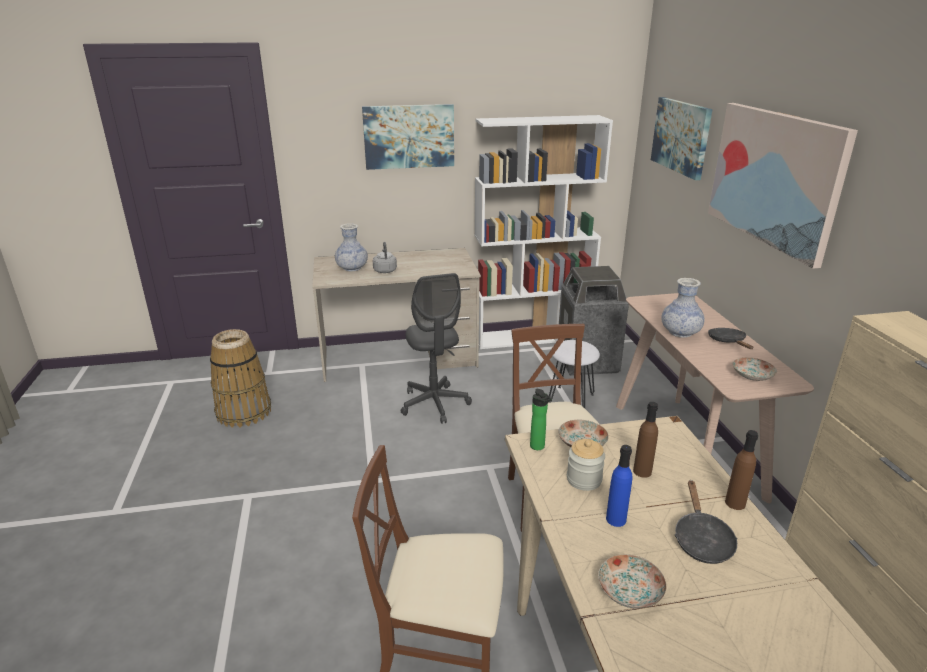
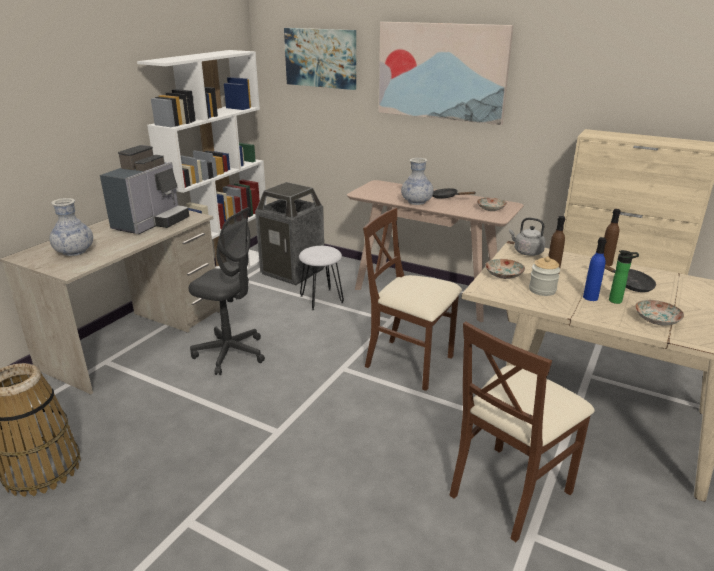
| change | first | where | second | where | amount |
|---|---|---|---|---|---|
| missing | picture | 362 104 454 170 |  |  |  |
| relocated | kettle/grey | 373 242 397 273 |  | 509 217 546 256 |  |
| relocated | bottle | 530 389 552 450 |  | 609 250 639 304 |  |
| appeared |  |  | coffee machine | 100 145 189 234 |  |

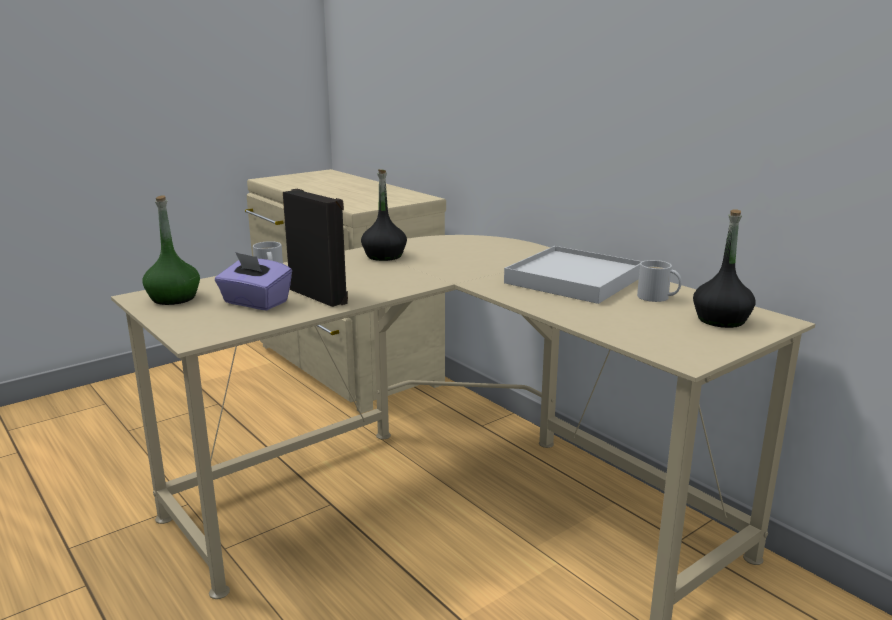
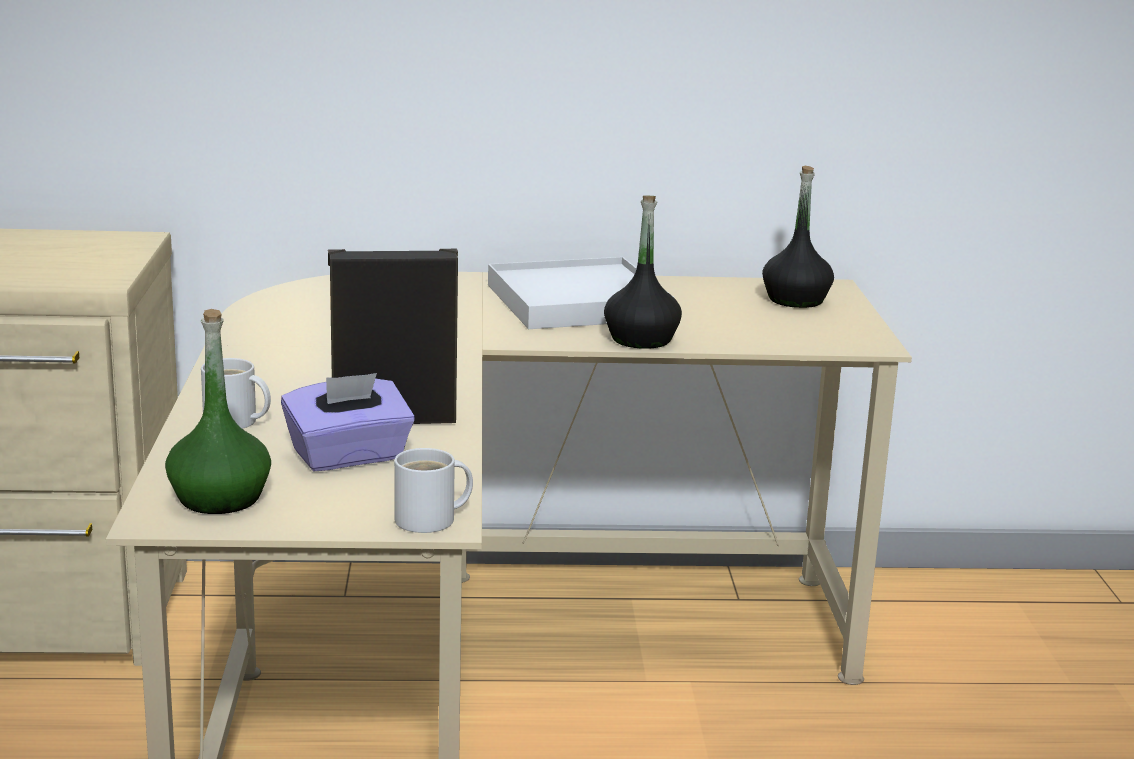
| change | first | where | second | where | amount |
|---|---|---|---|---|---|
| relocated | bottle/black | 361 169 407 261 |  | 604 196 682 349 |  |
| relocated | mug/white | 637 260 682 302 |  | 394 448 473 533 |  |

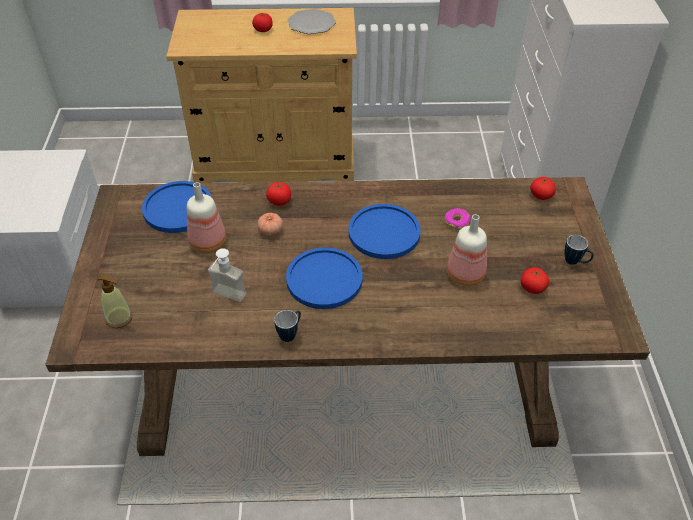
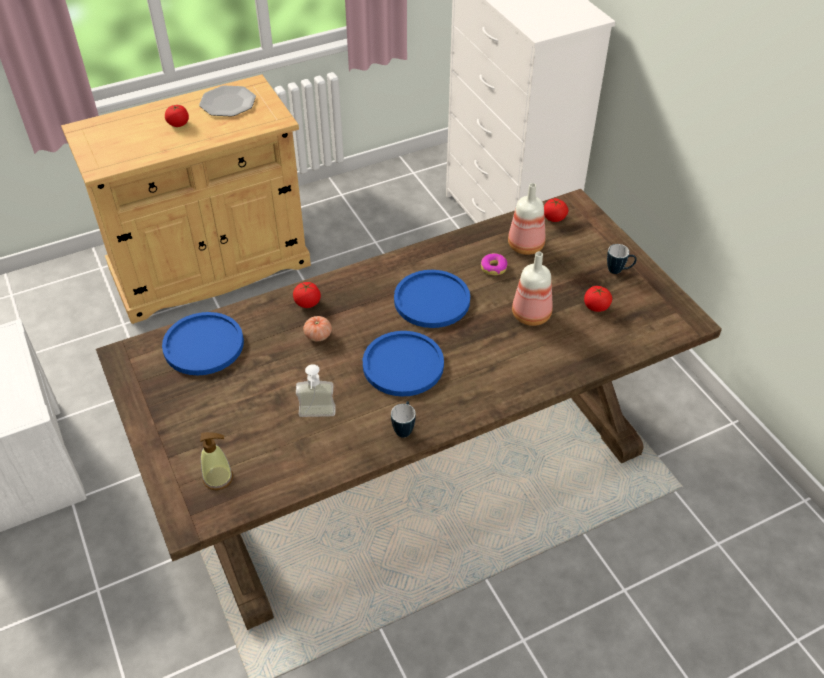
| change | first | where | second | where | amount |
|---|---|---|---|---|---|
| relocated | bottle | 187 182 226 253 |  | 508 183 546 255 |  |

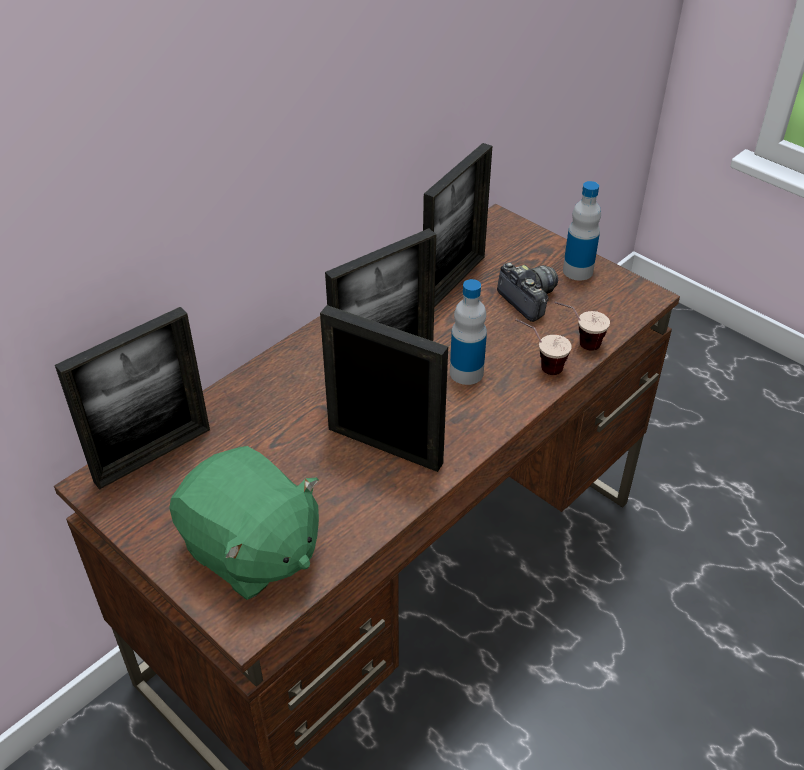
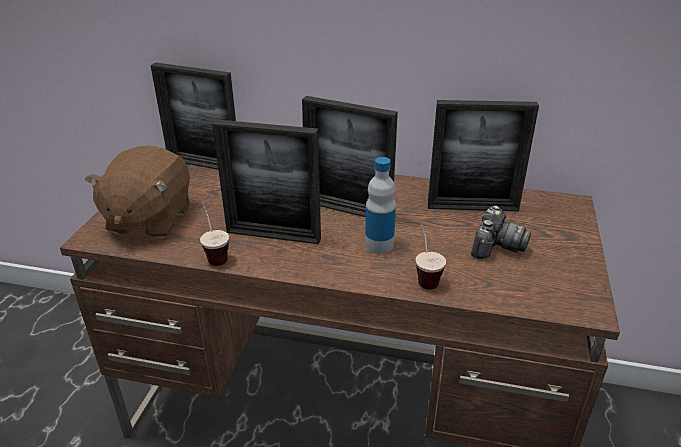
| change | first | where | second | where | amount |
|---|---|---|---|---|---|
| missing | bottle | 563 181 601 281 |  |  |  |
| relocated | cup | 554 301 610 351 |  | 200 203 229 266 |  |
| spun | picture frame | 320 305 448 472 |  | 212 119 321 244 | 105 degrees clockwise |
| colour | plush toy/green | 170 446 319 600 | plush toy/brown | 85 145 190 238 |  |

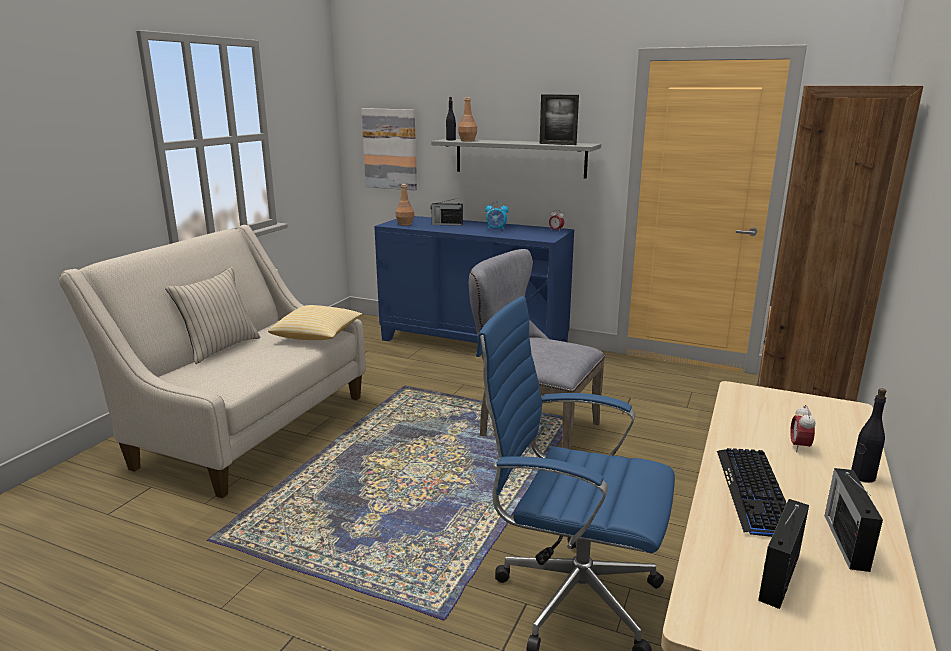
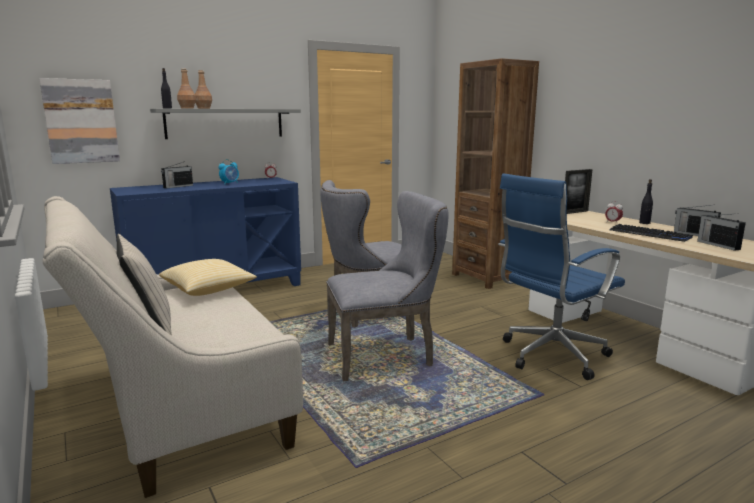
| change | first | where | second | where | amount |
|---|---|---|---|---|---|
| relocated | picture frame | 540 95 579 145 |  | 565 169 593 214 |  |
| relocated | bottle/brown | 396 184 414 226 |  | 195 70 212 109 |  |
| appeared |  |  | chair/grey | 326 191 448 382 |  |

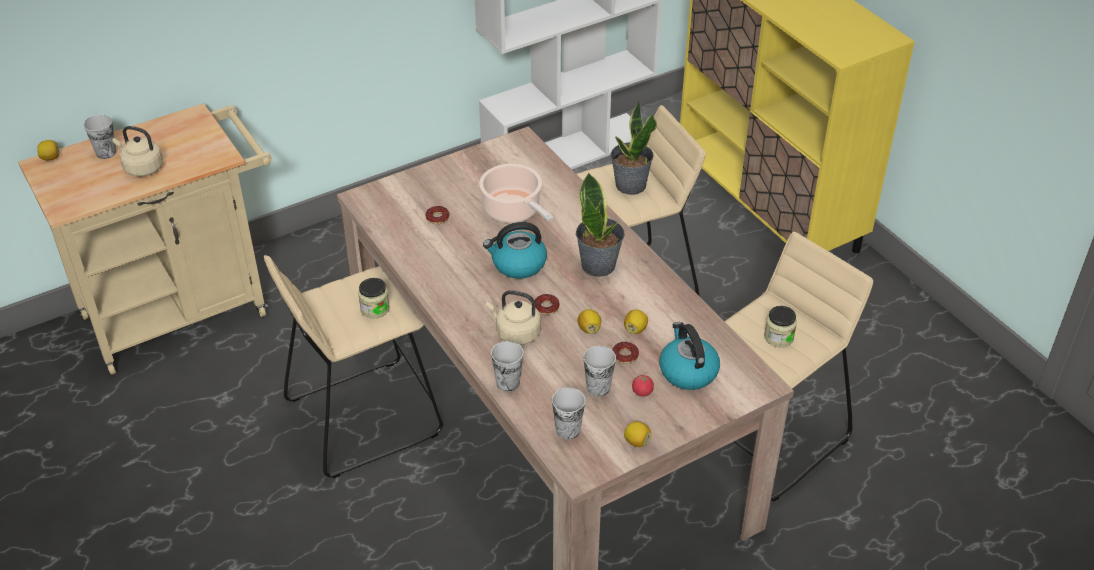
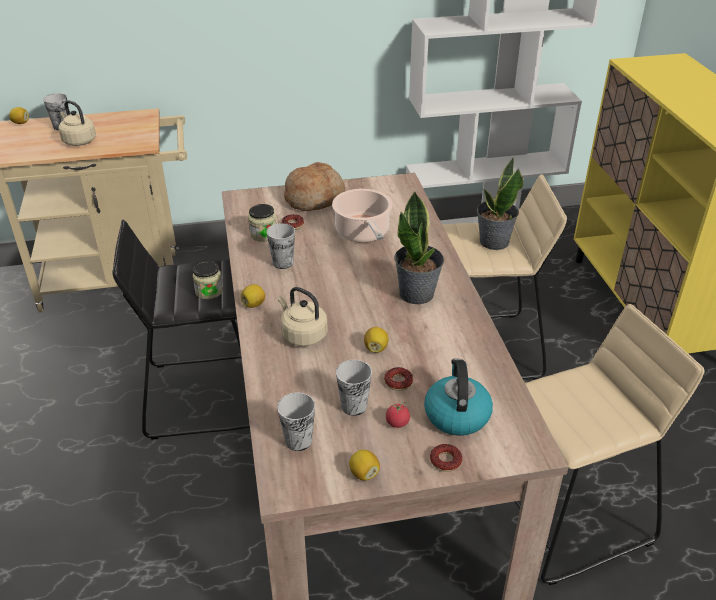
| change | first | where | second | where | amount |
|---|---|---|---|---|---|
| missing | kettle | 483 222 547 279 |  |  |  |
| colour | stool/beige | 264 255 443 478 | stool/black | 113 220 250 440 |  |
| relocated | donut | 535 294 560 315 |  | 430 444 462 472 |  |
| relocated | jar | 764 306 797 347 |  | 248 204 276 242 |  |
| relocated | lemon | 624 310 648 334 |  | 241 284 265 308 |  |
| relocated | cup | 491 341 524 391 |  | 266 223 295 269 |  |
| appeared |  |  | bread | 284 162 346 211 |  |

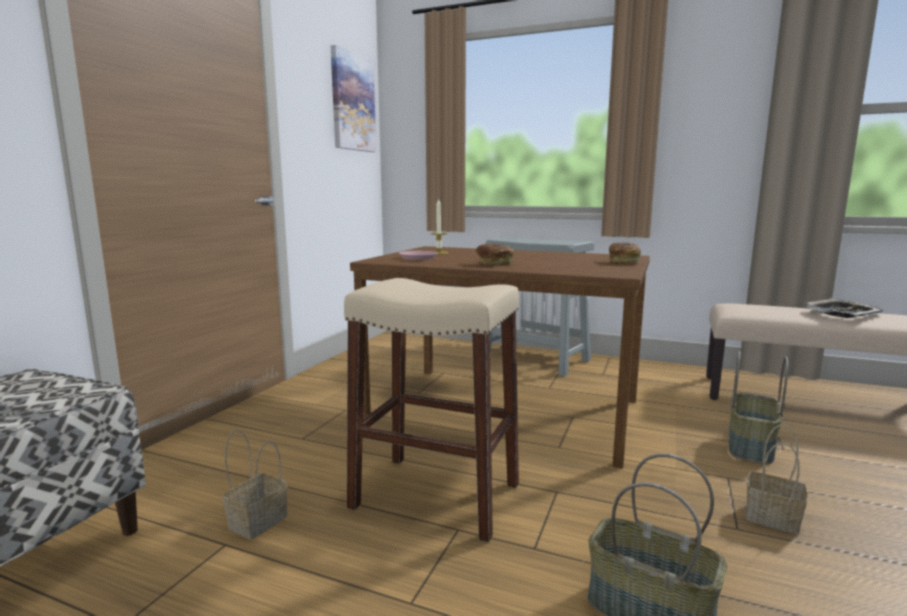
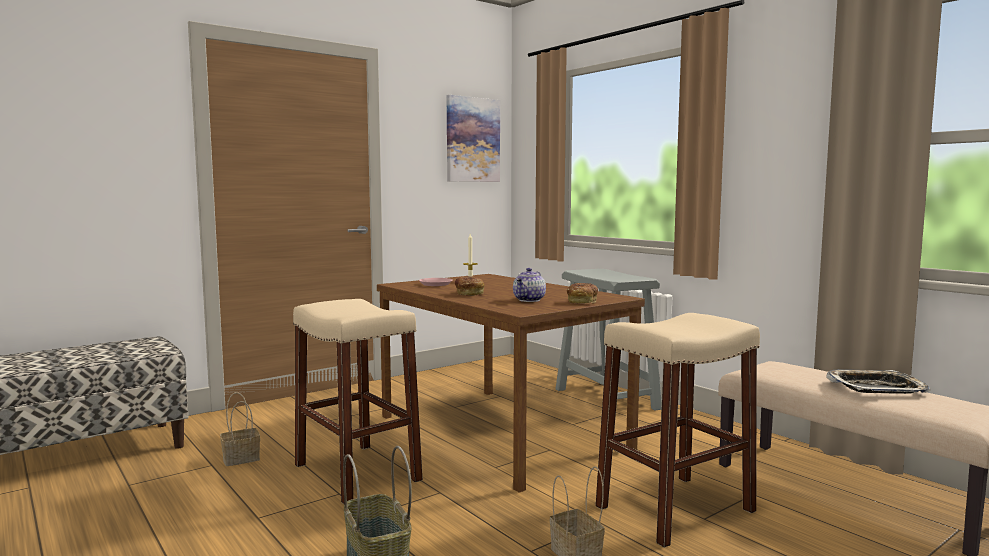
| change | first | where | second | where | amount |
|---|---|---|---|---|---|
| exchanged | basket | 729 351 788 464 | stool/beige | 595 313 760 548 |  |
| appeared |  |  | teapot | 513 268 546 302 |  |

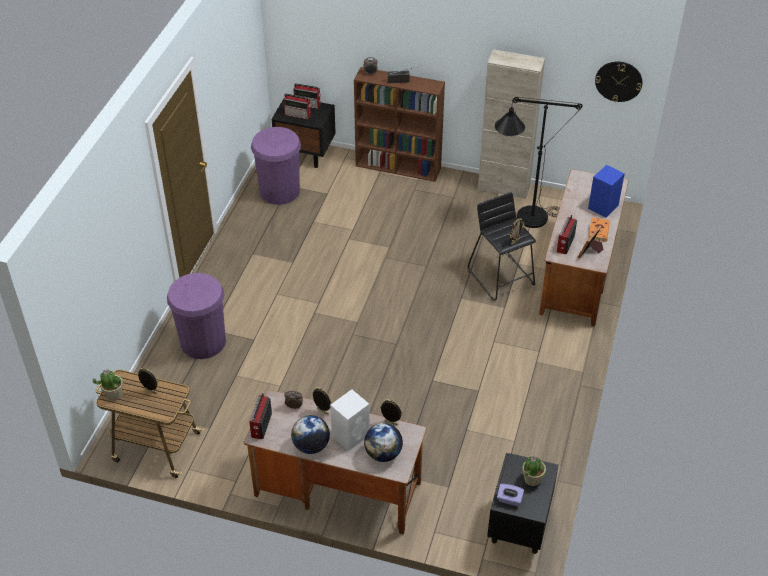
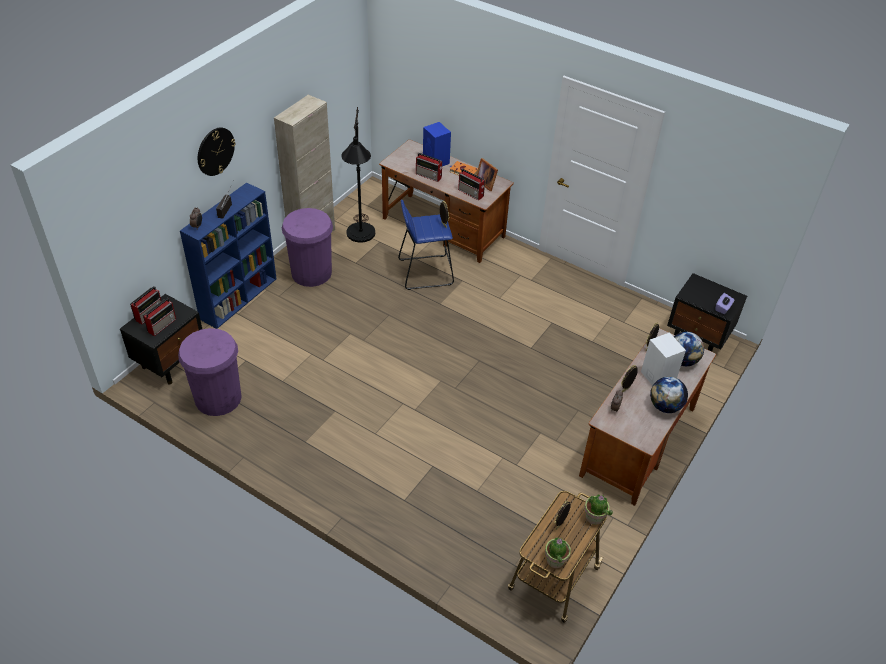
| change | first | where | second | where | amount |
|---|---|---|---|---|---|
| relocated | wall clock | 595 61 643 102 |  | 198 127 236 176 |  |
| colour | bookcase/brown | 354 67 445 182 | bookcase/blue | 180 183 277 329 |  |
| colour | stool/black | 468 192 536 300 | stool/blue | 398 199 454 290 |  |
| relocated | trash can/purple | 167 273 226 359 |  | 282 208 333 287 |  |
| relocated | radio | 249 393 272 439 |  | 416 153 442 182 |  |
| relocated | potted plant | 522 456 546 486 |  | 584 494 613 525 |  |

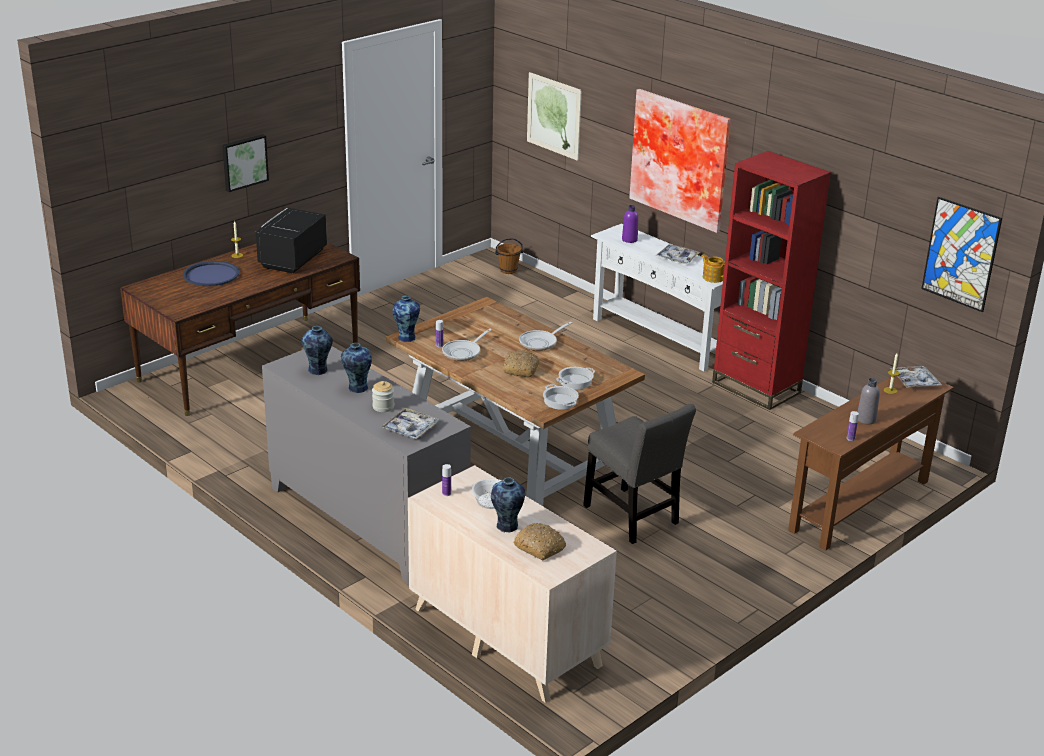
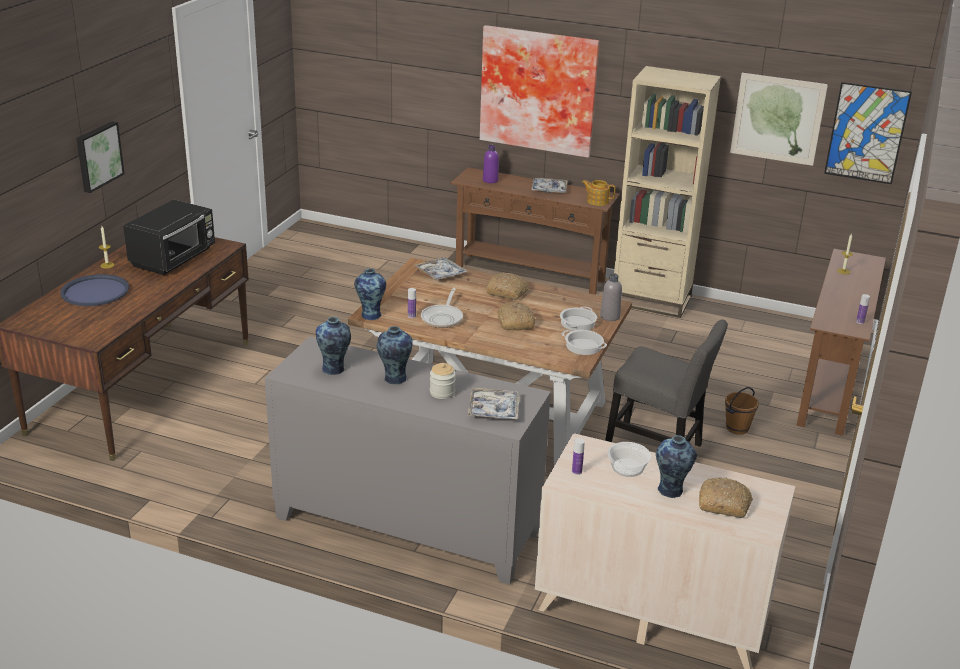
| change | first | where | second | where | amount |
|---|---|---|---|---|---|
| relocated | picture | 527 72 582 161 |  | 730 73 828 166 |  |
| colour | bookcase/red | 712 151 831 410 | bookcase/beige | 614 66 721 318 |  |
| spun | microwave/black | 256 208 327 274 |  | 123 199 215 275 | 150 degrees counterclockwise |
| colour | console table/white | 591 224 723 372 | console table/brown | 451 167 620 295 |  |
| relocated | bucket/brown | 495 238 523 274 |  | 725 387 759 434 |  |
| exchanged | frying pan | 519 322 572 351 | bread | 486 273 529 300 |  |
| relocated | tray | 890 366 942 388 |  | 414 257 468 281 |  |
| relocated | bottle/grey | 858 378 880 425 |  | 600 273 622 321 |  |

